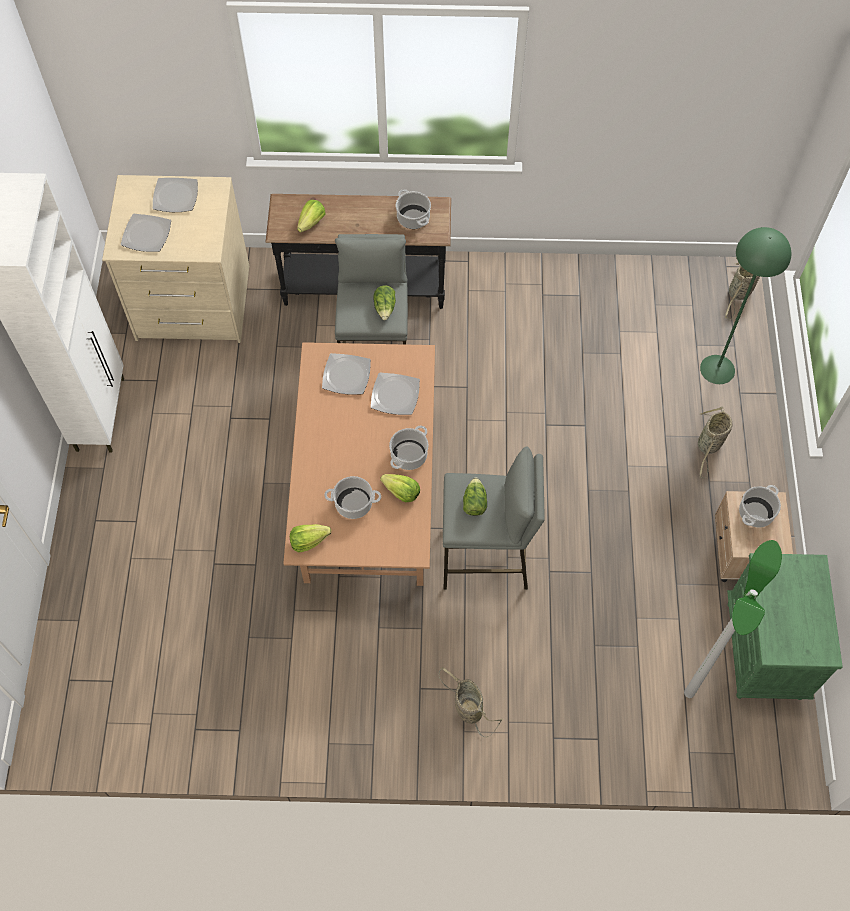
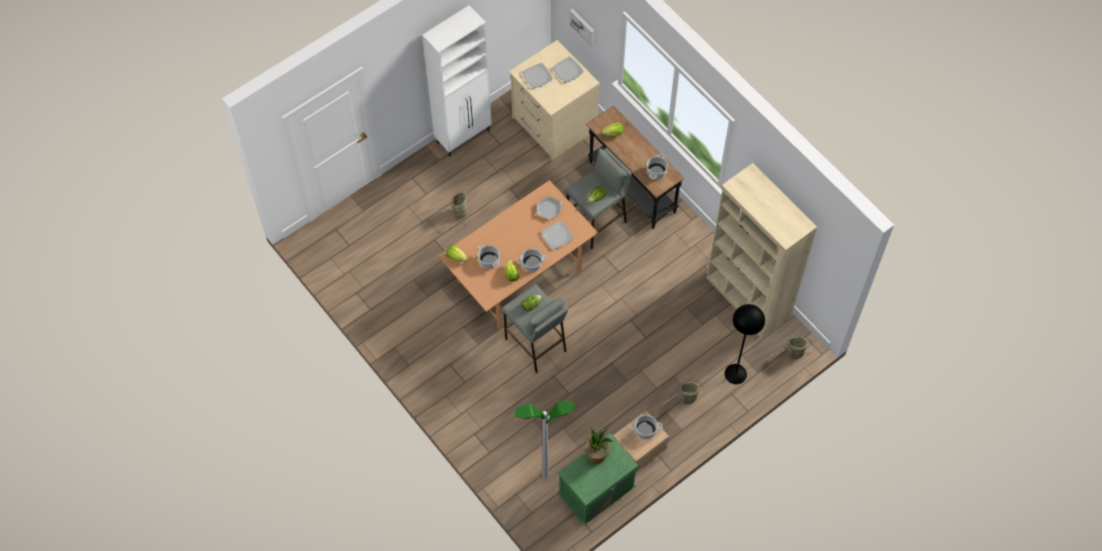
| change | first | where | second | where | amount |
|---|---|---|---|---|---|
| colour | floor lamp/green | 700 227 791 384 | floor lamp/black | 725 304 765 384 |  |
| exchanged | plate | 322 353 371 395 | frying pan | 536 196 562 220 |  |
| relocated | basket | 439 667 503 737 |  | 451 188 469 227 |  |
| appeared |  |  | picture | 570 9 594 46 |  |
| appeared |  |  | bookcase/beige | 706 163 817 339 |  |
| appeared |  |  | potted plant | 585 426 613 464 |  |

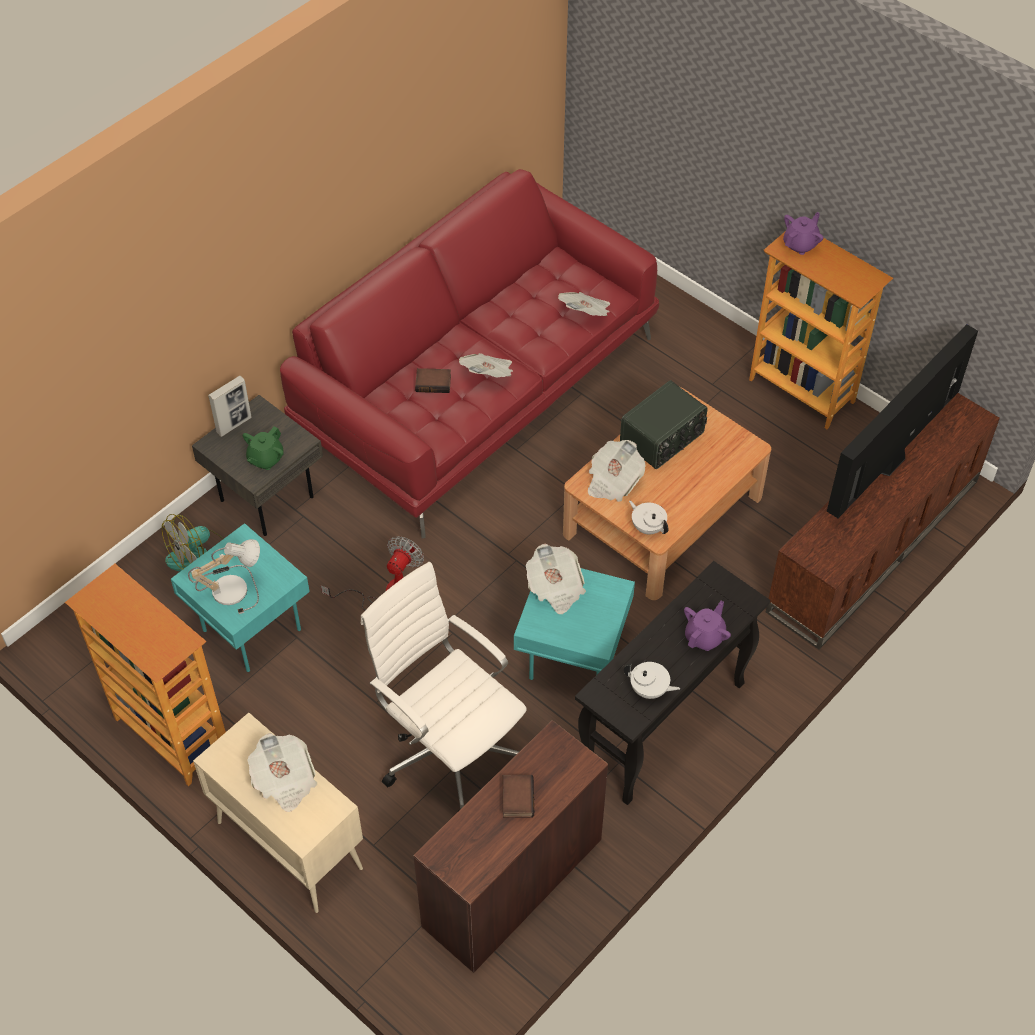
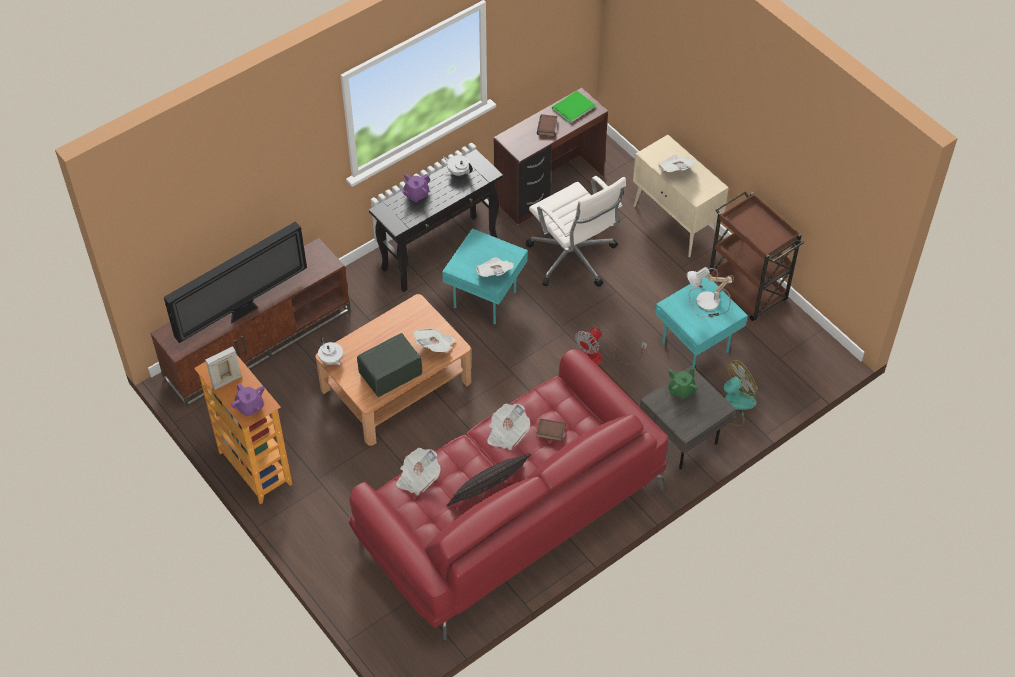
| change | first | where | second | where | amount |
|---|---|---|---|---|---|
| spun | teapot/purple | 783 212 823 255 |  | 231 383 265 416 | 90 degrees counterclockwise |
| relocated | picture frame | 208 376 252 437 |  | 205 346 241 390 |  |
| relocated | teapot/white | 629 501 669 534 |  | 318 338 343 365 |  |
| exchanged | bookcase | 65 564 226 786 | cart/brown | 709 191 804 321 |  |
| appeared |  |  | book/green | 552 91 595 124 |  |
| appeared |  |  | pillow | 446 453 531 507 |  |

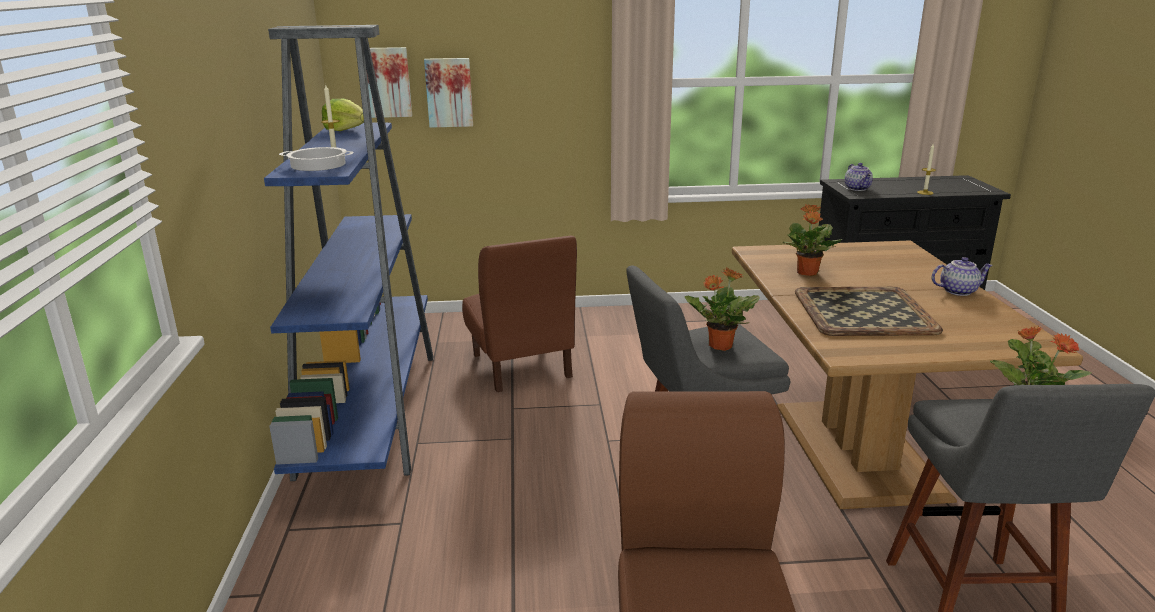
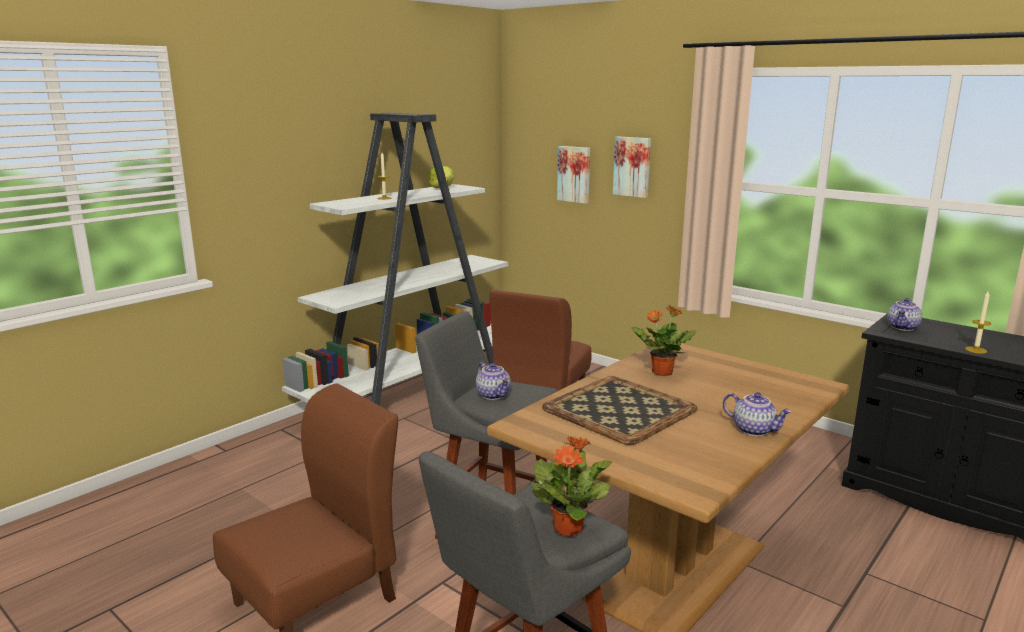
| change | first | where | second | where | amount |
|---|---|---|---|---|---|
| colour | bookcase/blue | 264 25 433 481 | bookcase/white | 282 113 508 406 |  |
| relocated | picture | 366 47 412 118 |  | 613 136 651 198 |  |
| missing | cooking pot | 279 147 354 171 |  |  |  |
| exchanged | potted plant | 685 268 760 351 | teapot | 476 362 511 400 |  |

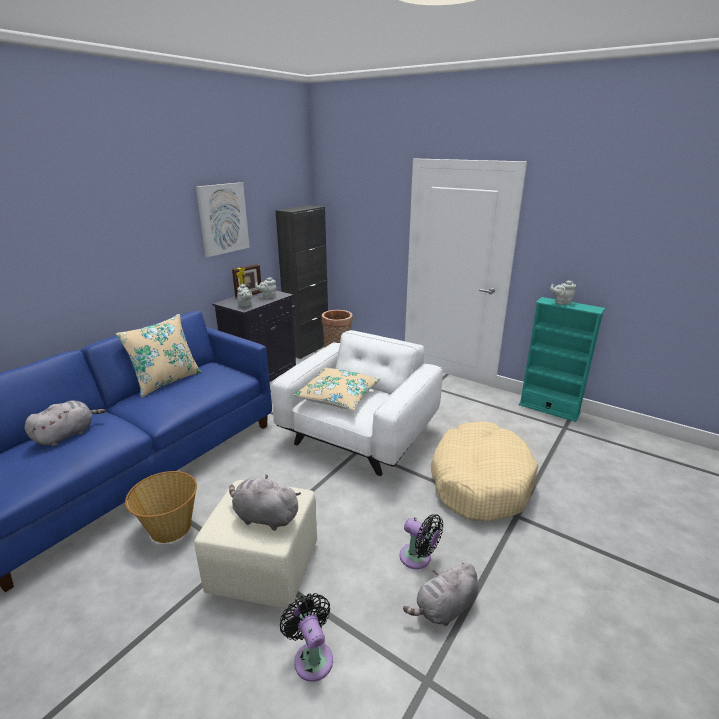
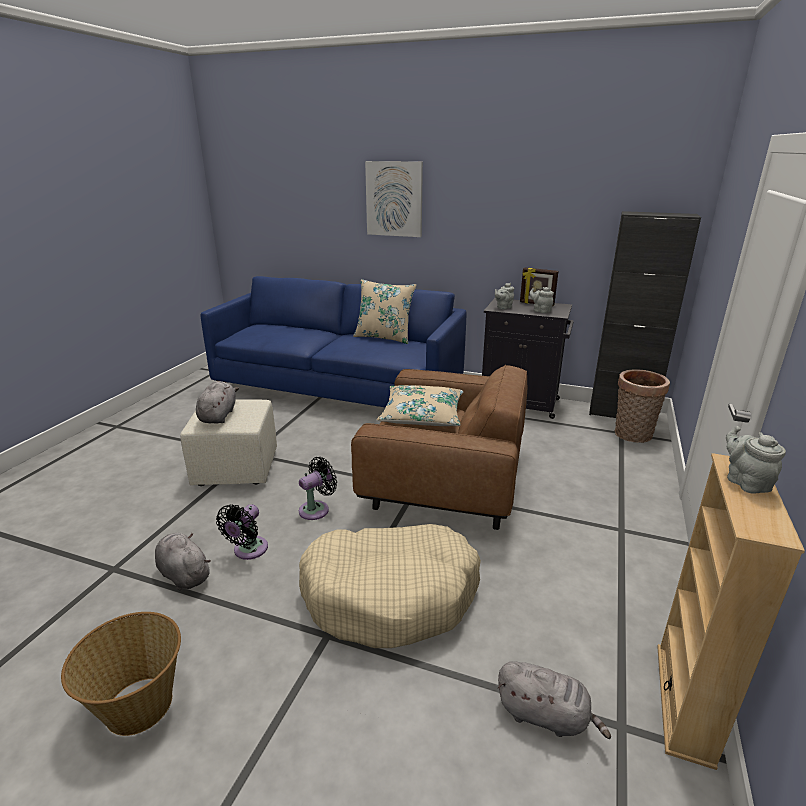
| change | first | where | second | where | amount |
|---|---|---|---|---|---|
| relocated | picture | 196 182 250 257 |  | 365 161 423 237 |  |
| colour | bookcase/turquoise | 519 297 605 422 | bookcase/beige | 657 453 805 770 |  |
| colour | armchair/white | 271 330 443 476 | armchair/brown | 351 365 528 530 |  |
| relocated | plush toy/grey | 24 400 106 446 |  | 498 661 611 739 |  |
| relocated | basket | 125 471 197 543 |  | 61 612 181 736 |  |
| relocated | fan/black | 280 593 333 682 |  | 299 457 337 520 |  |

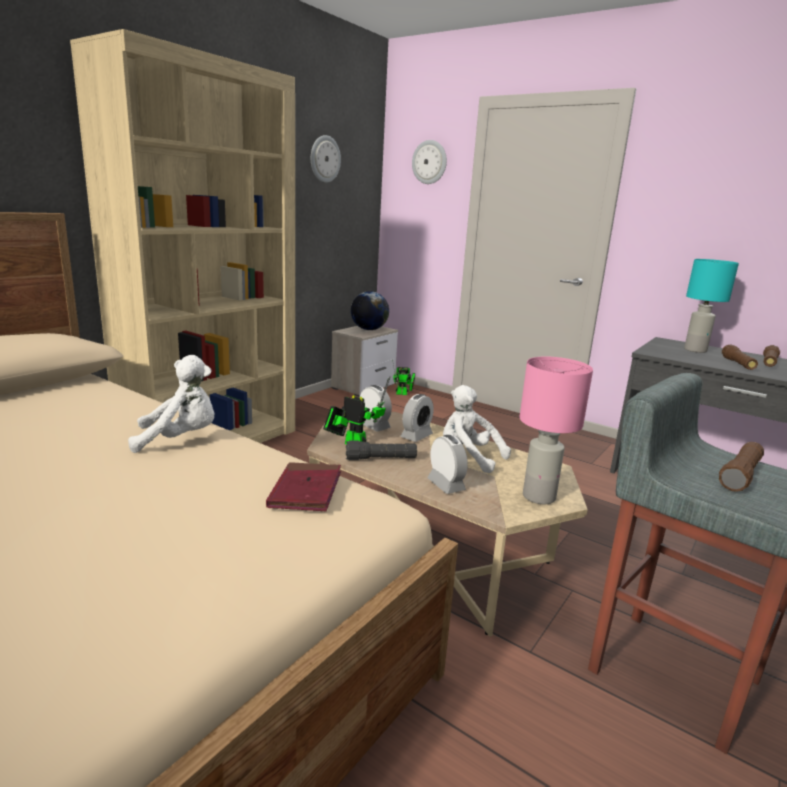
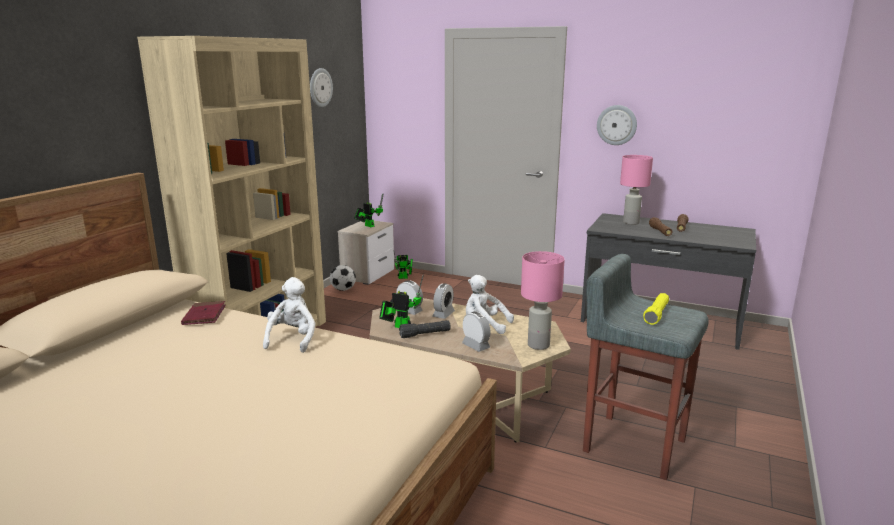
| change | first | where | second | where | amount |
|---|---|---|---|---|---|
| relocated | wall clock | 412 140 447 184 |  | 597 105 637 145 |  |
| colour | table lamp/turquoise | 684 259 739 353 | table lamp/pink | 620 155 653 225 |  |
| exchanged | globe | 351 291 389 330 | toy robot | 354 194 384 227 |  |
| spun | plush toy/white | 128 355 214 453 |  | 263 277 316 353 | 60 degrees counterclockwise |
| colour | flashlight/brown | 719 442 764 492 | flashlight/yellow | 643 293 669 325 |  |
| relocated | book/red | 266 462 341 511 |  | 181 301 226 325 |  |
| appeared |  |  | football | 330 265 356 291 |  |

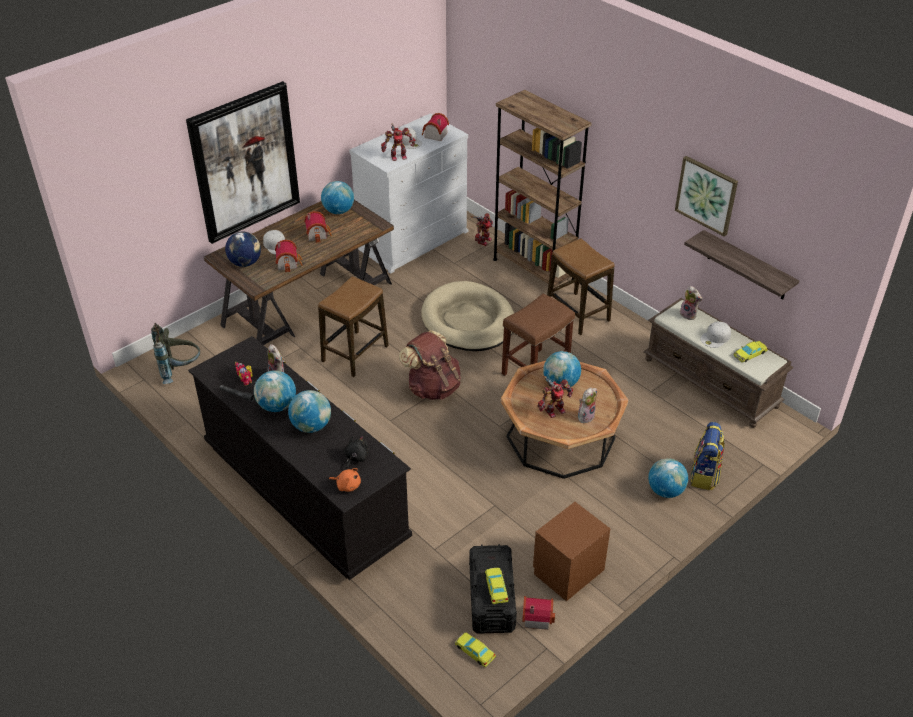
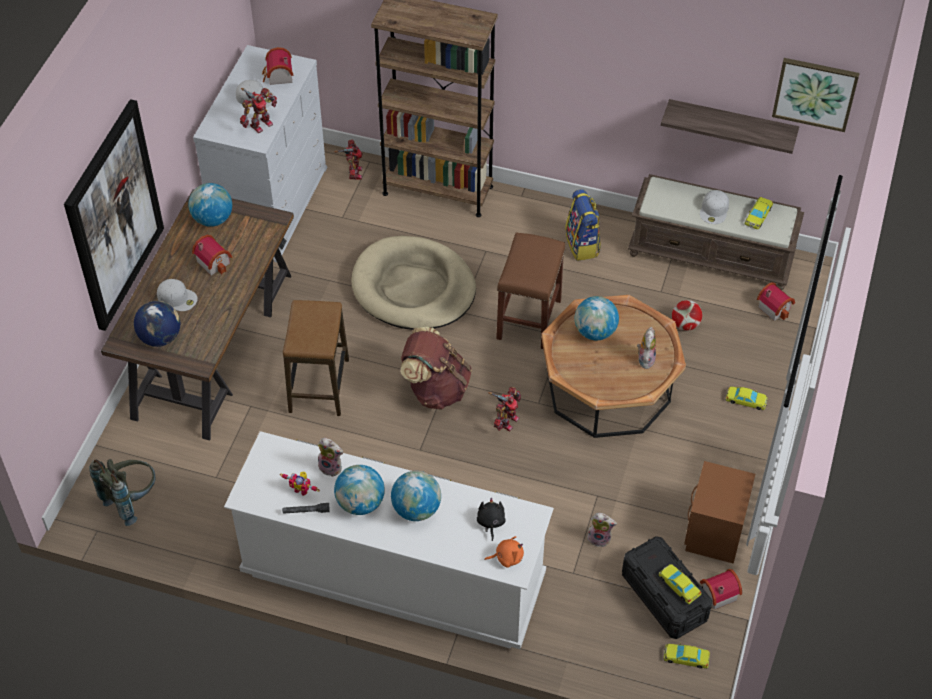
| change | first | where | second | where | amount |
|---|---|---|---|---|---|
| relocated | picture | 675 156 738 236 |  | 772 58 860 132 |  |
| missing | stool | 547 238 614 335 |  |  |  |
| relocated | toy house | 275 240 303 272 |  | 757 282 795 321 |  |
| relocated | plush toy | 680 286 702 320 |  | 587 513 617 547 |  |
| colour | dresser/black | 188 336 412 580 | dresser/white | 224 431 554 649 |  |
| relocated | toy robot | 537 376 573 418 |  | 488 387 521 431 |  |
| relocated | backpack | 691 422 725 490 |  | 565 189 601 261 |  |
| exchanged | globe | 648 458 688 498 | toy car/yellow | 726 386 768 410 |  |
| appeared |  |  | football | 672 300 702 331 |  |

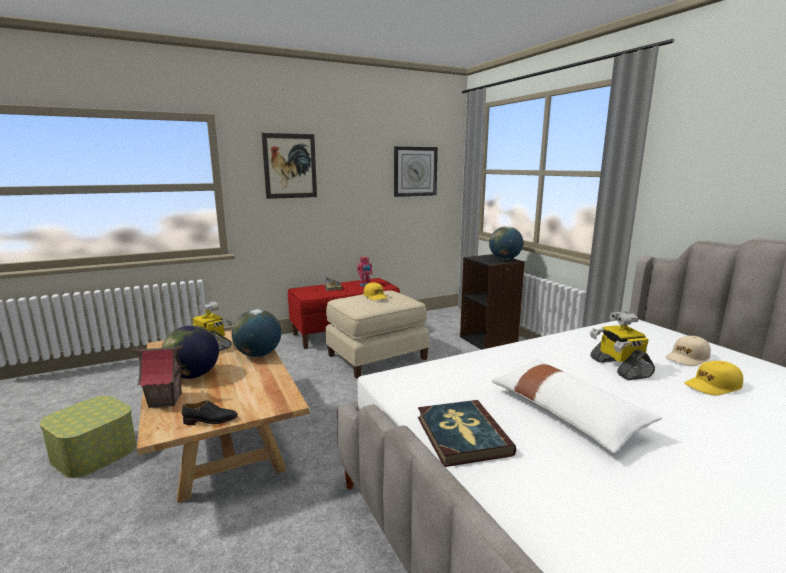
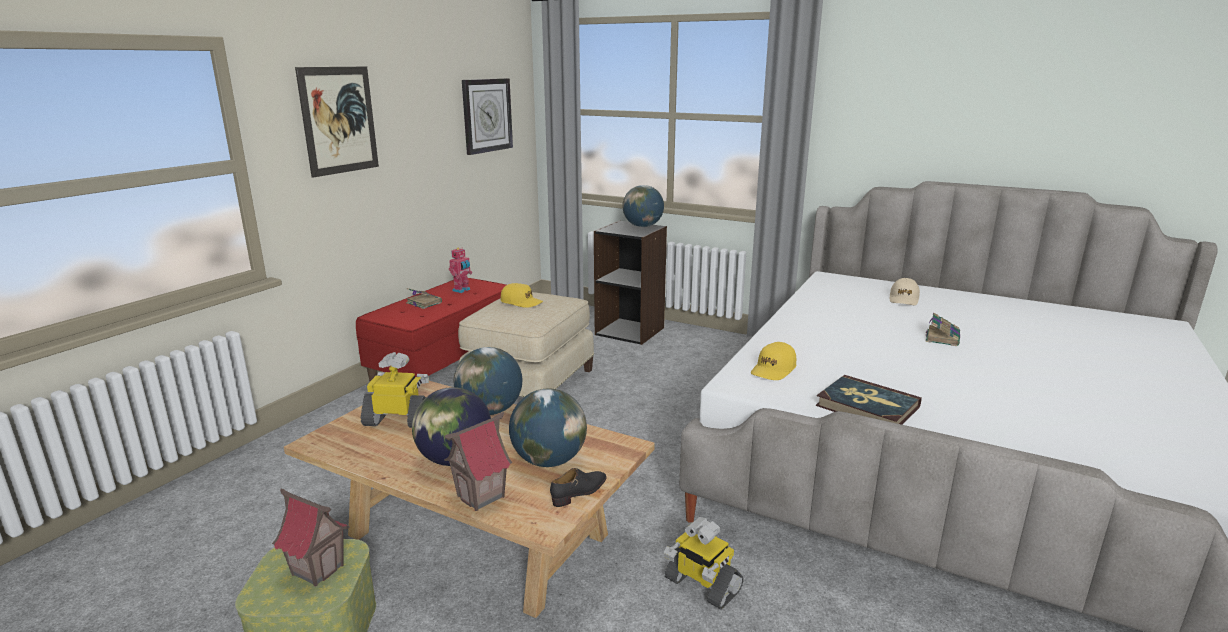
| change | first | where | second | where | amount |
|---|---|---|---|---|---|
| relocated | toy robot | 590 312 655 380 |  | 664 517 744 610 |  |
| missing | pillow/white | 491 359 663 453 |  |  |  |
| relocated | cap/yellow | 684 361 743 396 |  | 751 342 796 380 |  |
| appeared |  |  | book | 925 313 960 346 |  |
| appeared |  |  | globe | 509 388 587 467 |  |
| appeared |  |  | toy house | 272 489 349 586 |  |

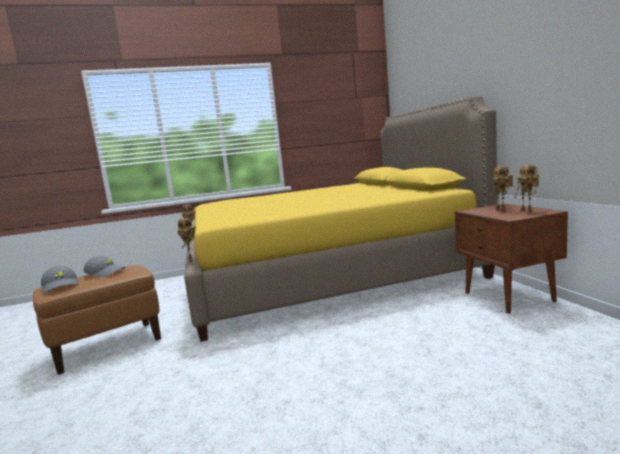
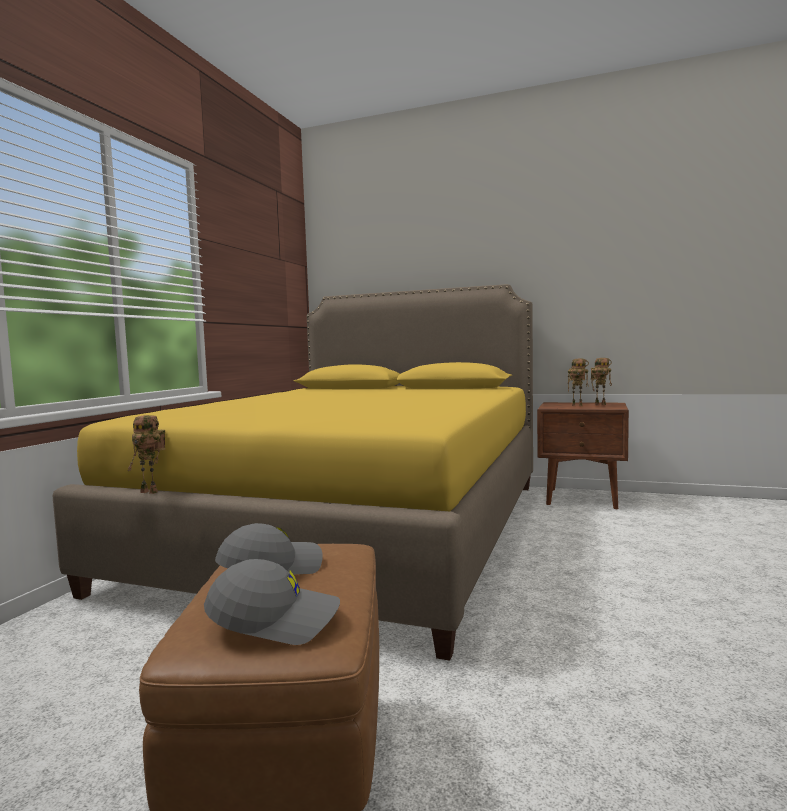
| change | first | where | second | where | amount |
|---|---|---|---|---|---|
| missing | toy robot | 178 218 196 262 |  |  |  |

